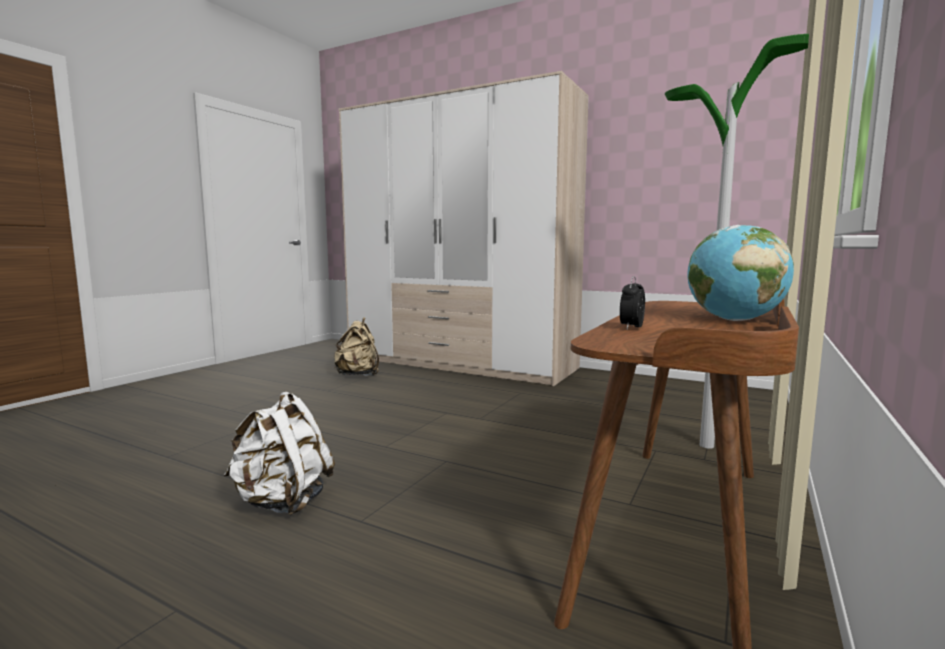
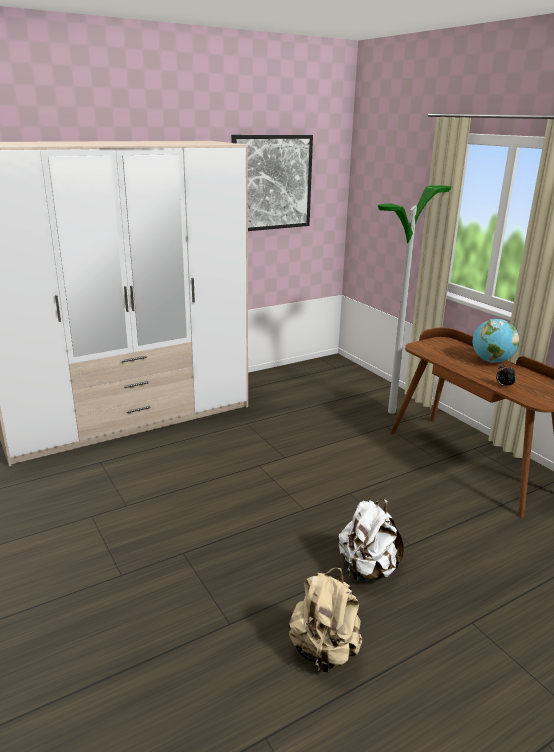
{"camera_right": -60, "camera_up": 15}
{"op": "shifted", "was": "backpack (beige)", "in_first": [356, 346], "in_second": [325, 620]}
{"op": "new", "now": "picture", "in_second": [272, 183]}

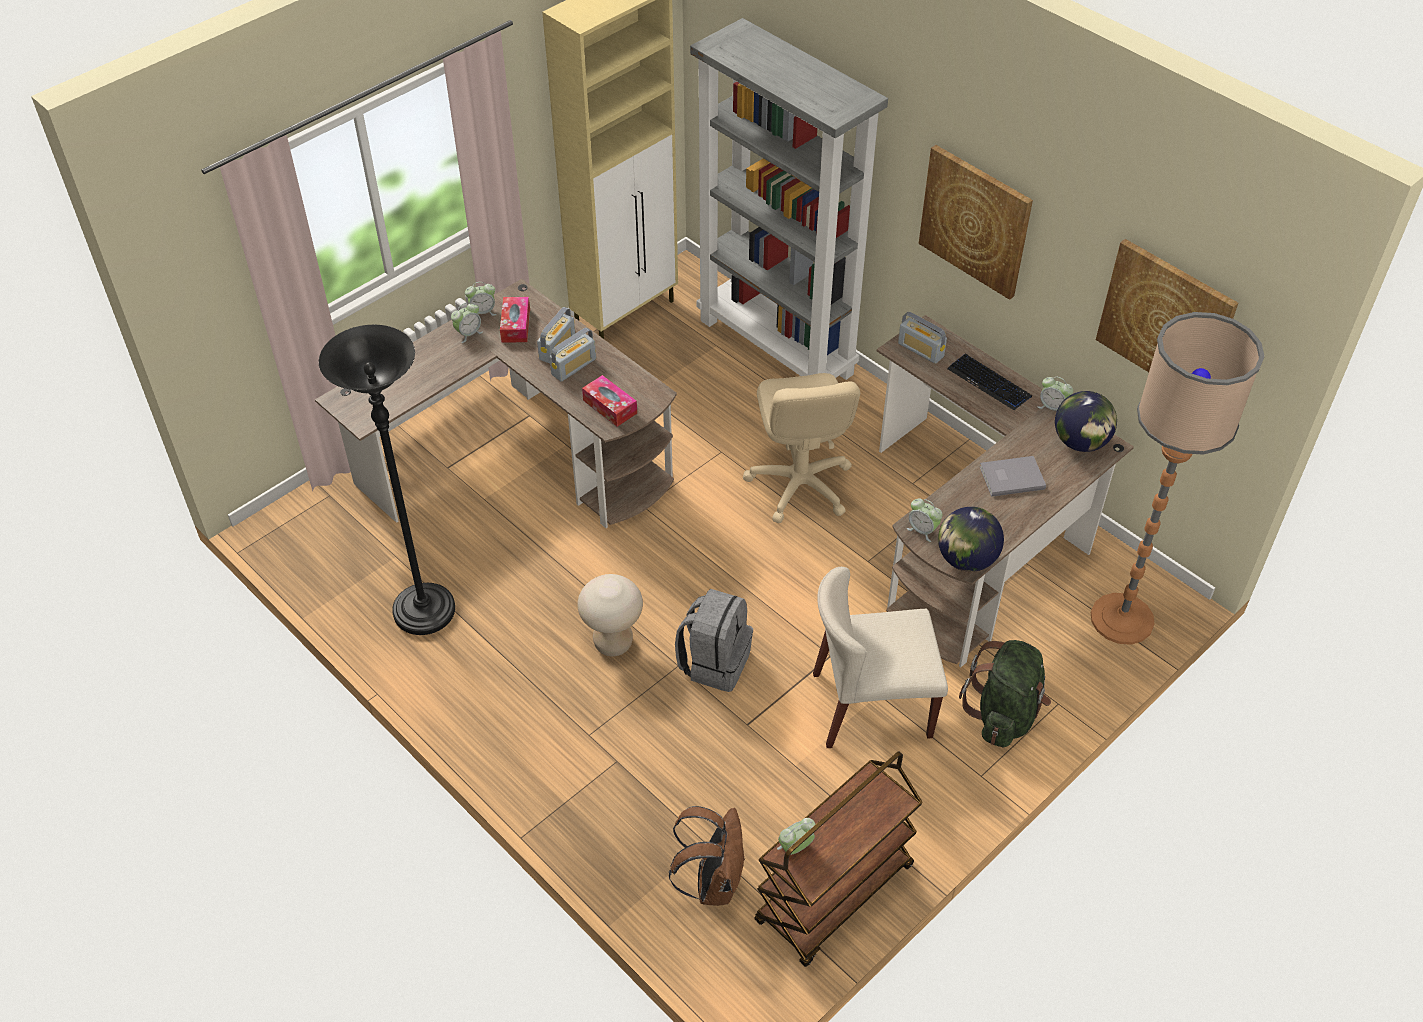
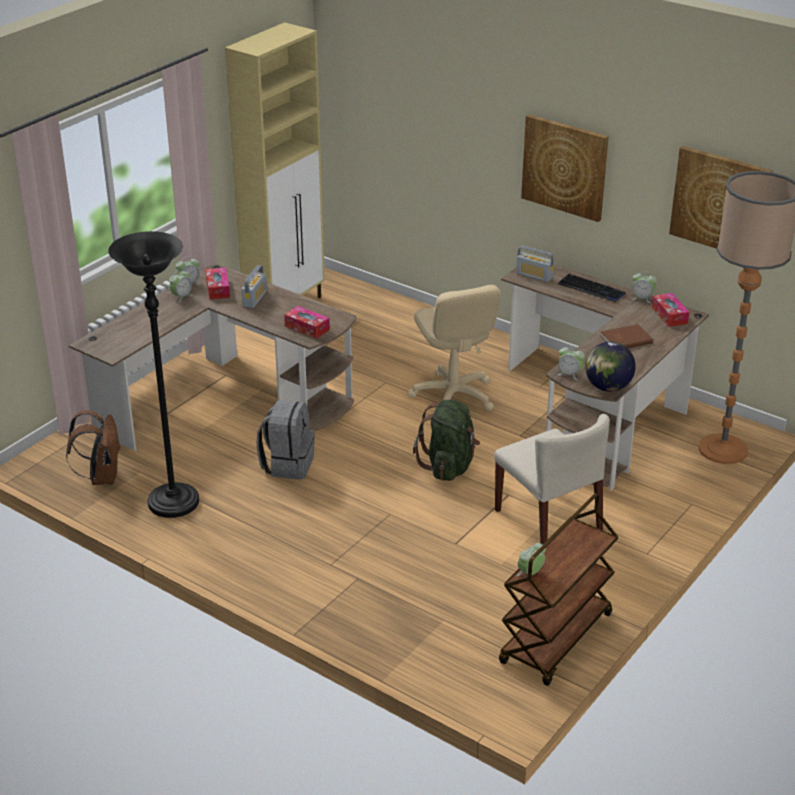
{"camera_right": -10, "camera_up": -15}
{"op": "gone", "was": "radio", "in_first": [573, 355]}
{"op": "gone", "was": "stool (beige)", "in_first": [610, 615]}
{"op": "shifted", "was": "backpack (brown)", "in_first": [706, 856], "in_second": [93, 447]}
{"op": "shifted", "was": "backpack (grey)", "in_first": [714, 640], "in_second": [285, 440]}
{"op": "gone", "was": "bookcase (grey)", "in_first": [789, 199]}
{"op": "rotated", "was": "chair (beige)", "in_first": [880, 657], "in_second": [552, 479], "clockwise": -105}
{"op": "shifted", "was": "backpack (green)", "in_first": [1005, 694], "in_second": [446, 440]}
{"op": "repainted", "was": "book (grey)", "now": "book (brown)", "in_first": [1013, 476], "in_second": [626, 336]}
{"op": "swapped", "was": "globe", "now": "tissue box", "in_first": [1086, 421], "in_second": [670, 310]}

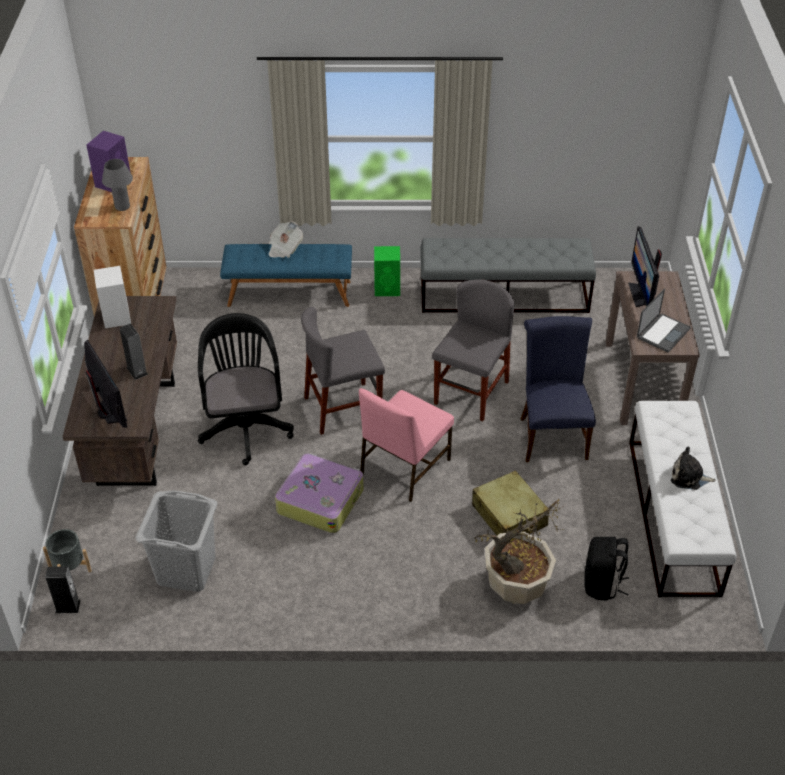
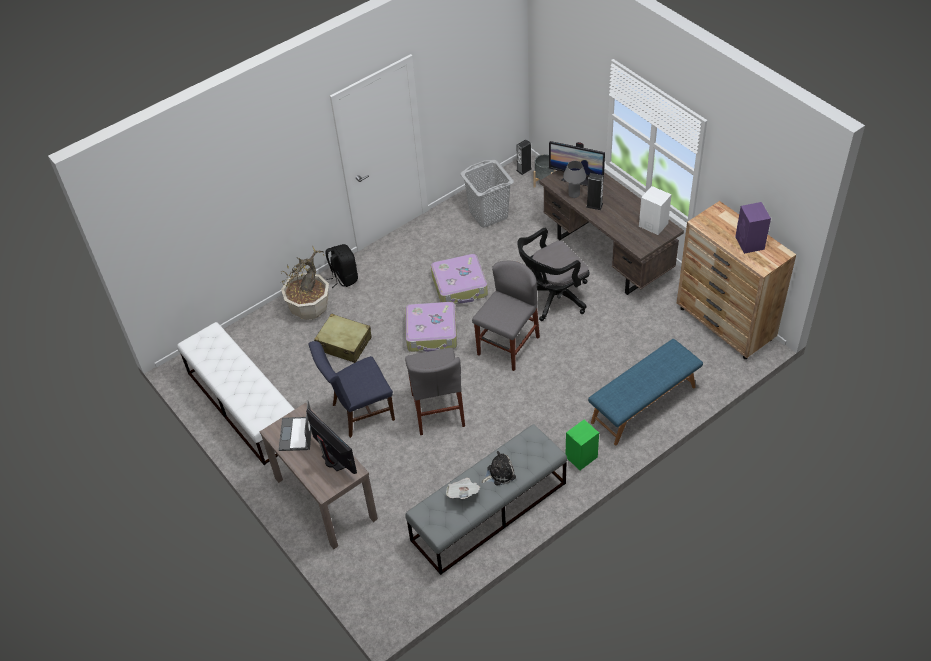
{"camera_right": 145, "camera_up": 5}
{"op": "shifted", "was": "table lamp (grey)", "in_first": [117, 185], "in_second": [574, 179]}
{"op": "rotated", "was": "office chair (black)", "in_first": [246, 389], "in_second": [553, 274], "clockwise": 105}
{"op": "shifted", "was": "newspaper", "in_first": [286, 239], "in_second": [463, 488]}
{"op": "swapped", "was": "chair (pink)", "now": "suitcase", "in_first": [406, 445], "in_second": [431, 327]}
{"op": "rotated", "was": "chair (blue)", "in_first": [558, 389], "in_second": [351, 389], "clockwise": 105}
{"op": "shifted", "was": "backpack (black)", "in_first": [606, 568], "in_second": [341, 266]}
{"op": "shifted", "was": "plush toy", "in_first": [693, 468], "in_second": [498, 468]}

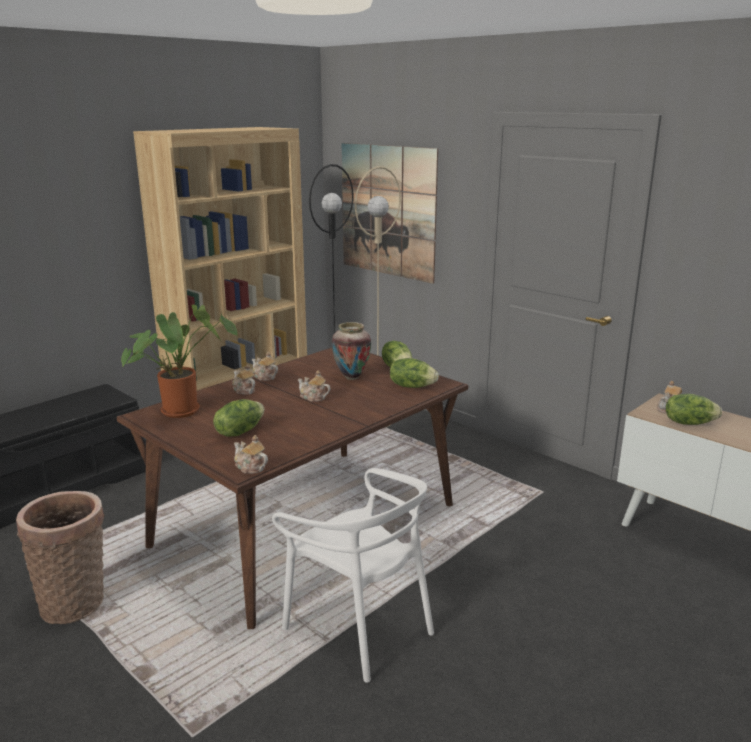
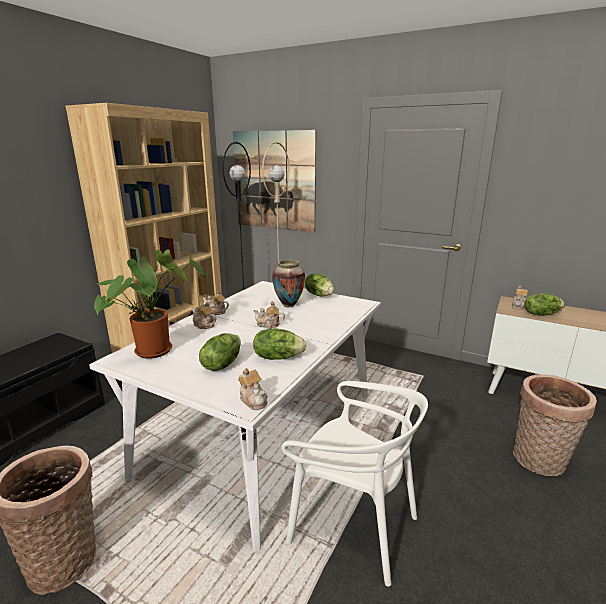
{"camera_right": -15, "camera_up": 0}
{"op": "repainted", "was": "dining table (brown)", "now": "dining table (white)", "in_first": [292, 488], "in_second": [235, 416]}
{"op": "rotated", "was": "teapot", "in_first": [251, 454], "in_second": [253, 389], "clockwise": -150}
{"op": "shifted", "was": "lettuce", "in_first": [414, 373], "in_second": [279, 344]}
{"op": "new", "now": "basket", "in_second": [555, 425]}

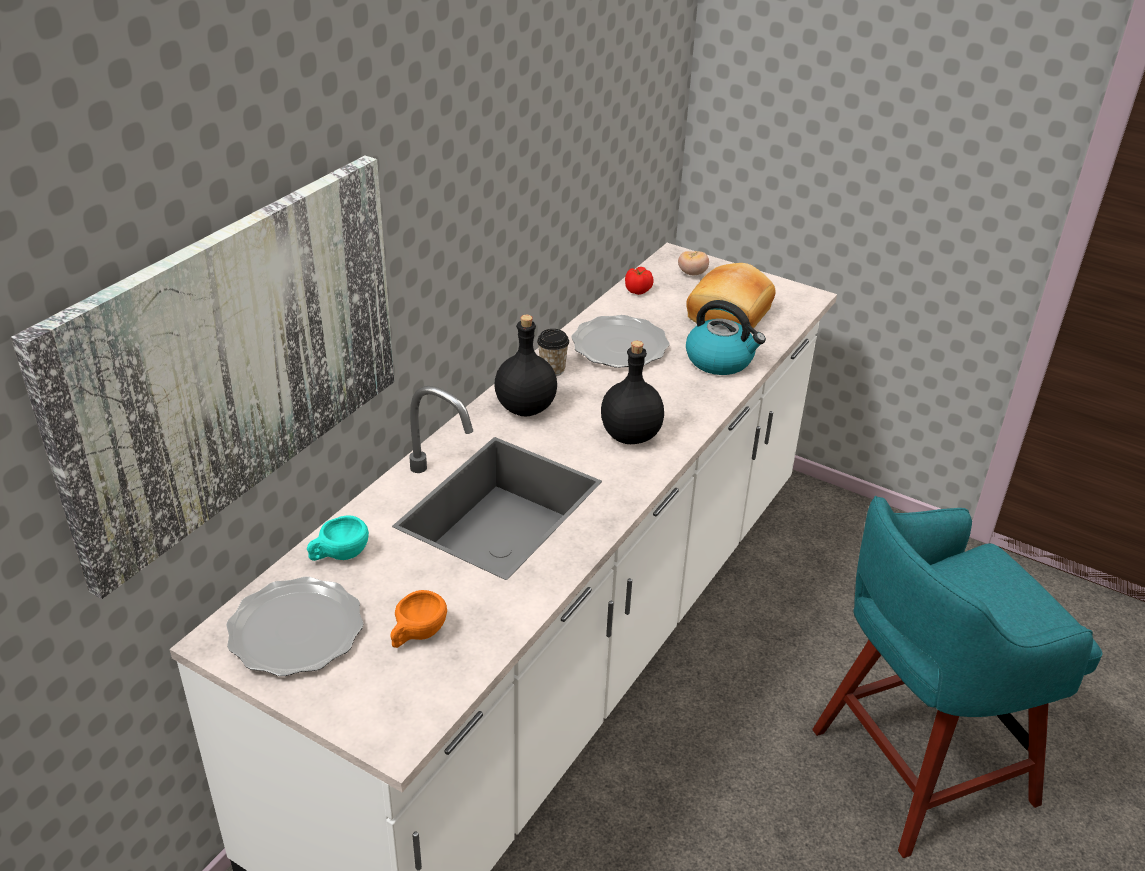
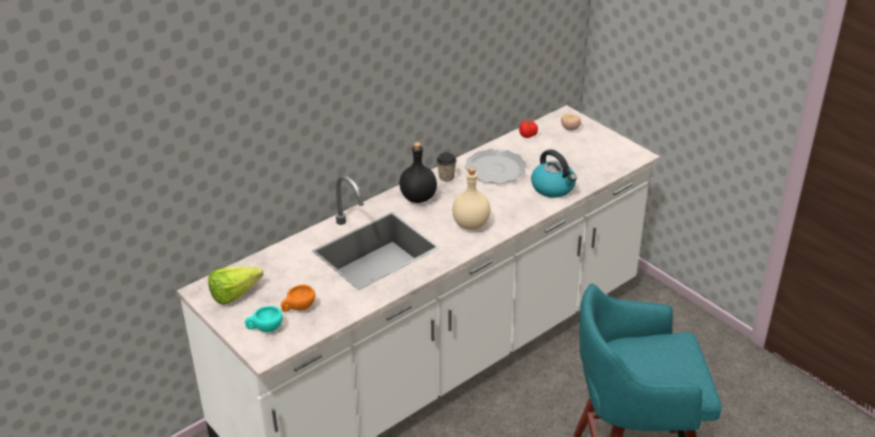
{"camera_right": 20, "camera_up": 0}
{"op": "gone", "was": "picture", "in_first": [202, 377]}
{"op": "swapped", "was": "plate", "now": "lettuce", "in_first": [295, 626], "in_second": [235, 285]}
{"op": "shifted", "was": "cup (turquoise)", "in_first": [338, 538], "in_second": [264, 319]}
{"op": "repainted", "was": "bottle (black)", "now": "bottle (beige)", "in_first": [632, 392], "in_second": [471, 198]}
{"op": "gone", "was": "bread", "in_first": [731, 295]}

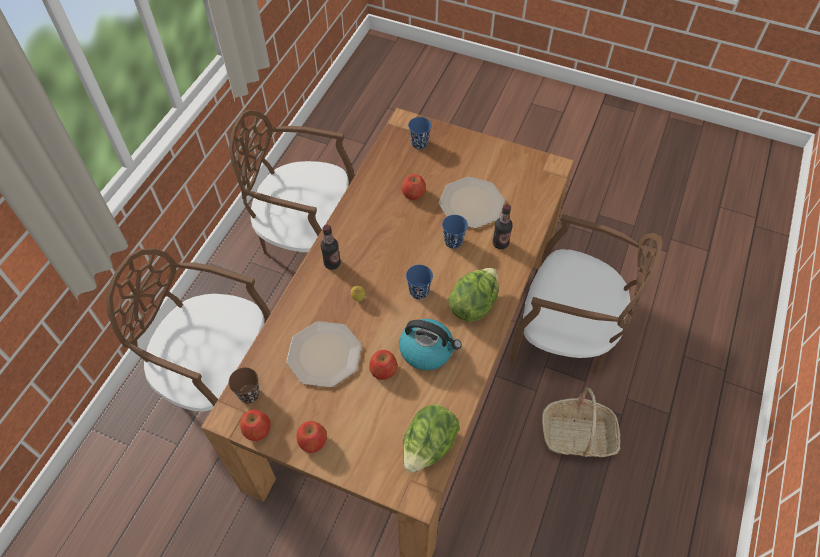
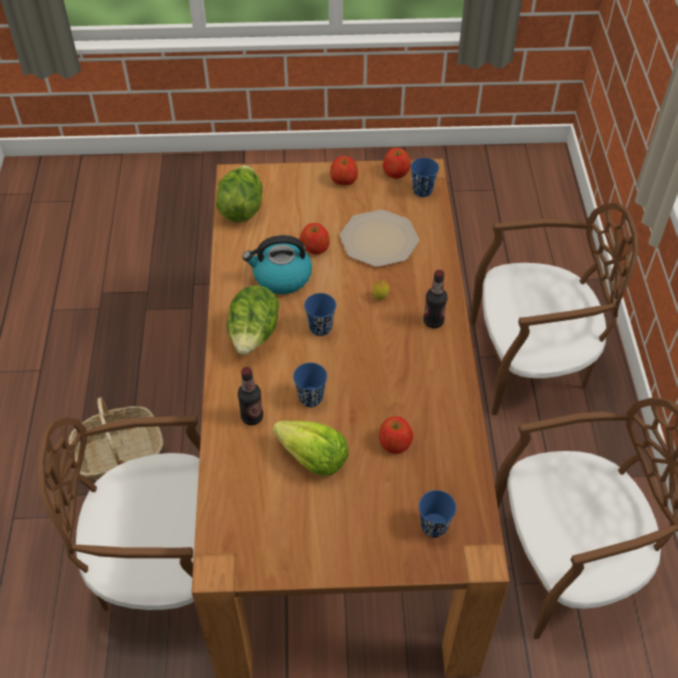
{"camera_right": 155, "camera_up": -5}
{"op": "repainted", "was": "cup (brown)", "now": "cup (blue)", "in_first": [244, 385], "in_second": [425, 177]}
{"op": "swapped", "was": "plate", "now": "lettuce", "in_first": [472, 202], "in_second": [310, 448]}

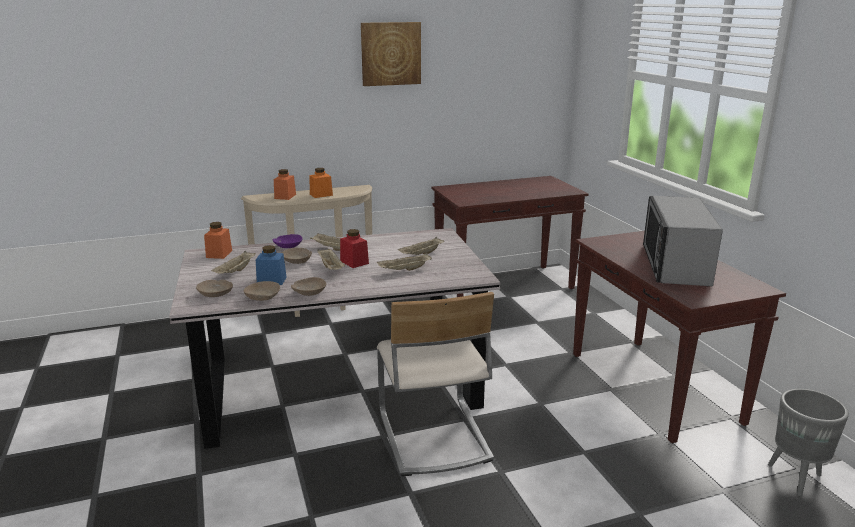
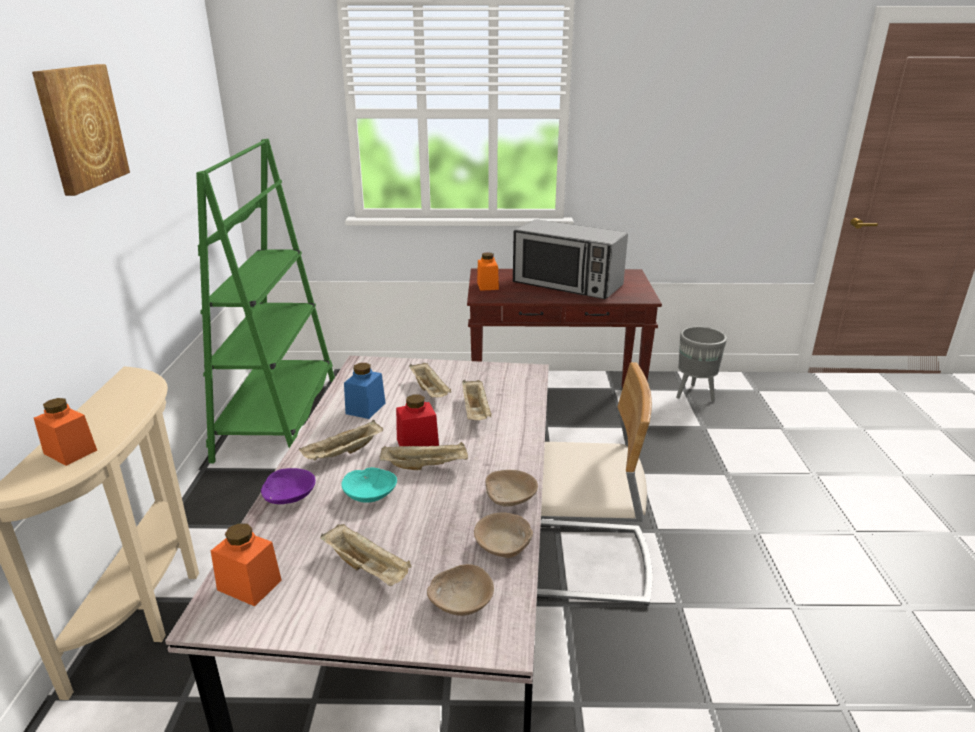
{"camera_right": -70, "camera_up": 5}
{"op": "shifted", "was": "jar (blue)", "in_first": [271, 265], "in_second": [365, 391]}
{"op": "repainted", "was": "bowl (beige)", "now": "bowl (turquoise)", "in_first": [297, 256], "in_second": [369, 485]}
{"op": "shifted", "was": "jar (orange)", "in_first": [321, 183], "in_second": [488, 271]}
{"op": "swapped", "was": "console table (brown)", "now": "bookcase (green)", "in_first": [510, 236], "in_second": [265, 301]}

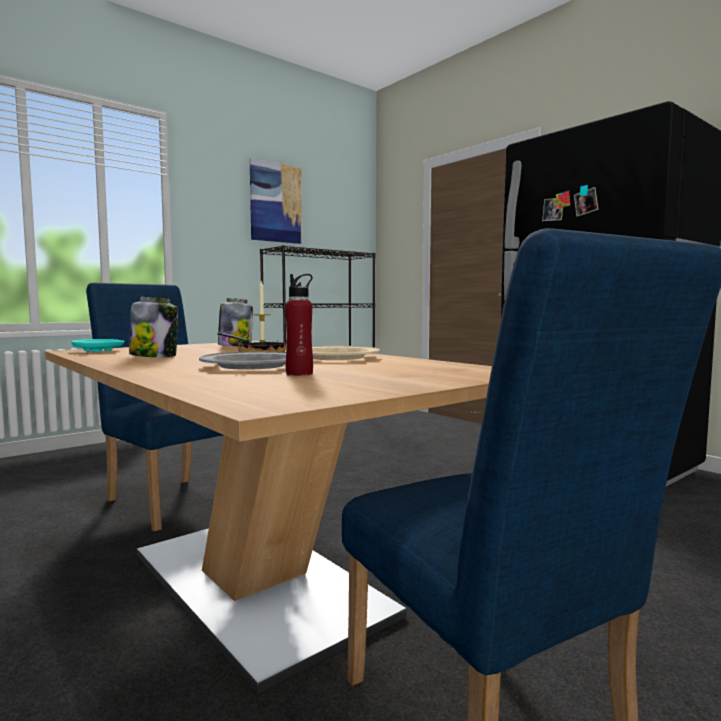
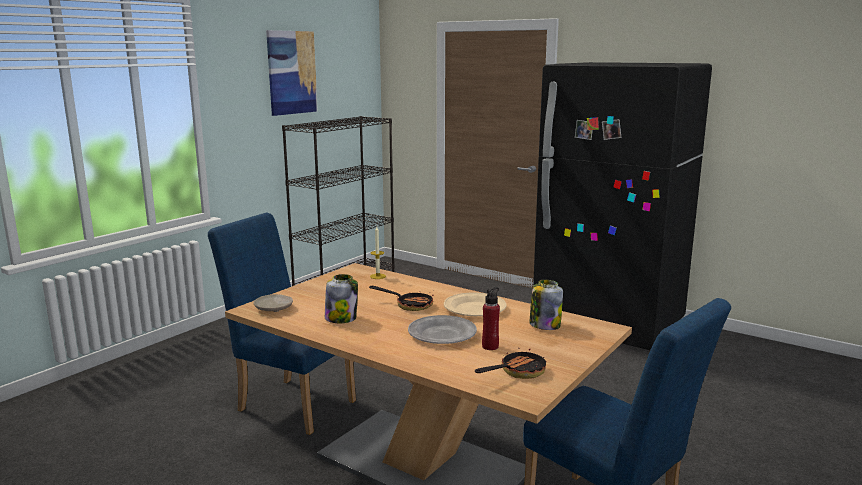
{"camera_right": -15, "camera_up": 10}
{"op": "repainted", "was": "plate (turquoise)", "now": "plate (beige)", "in_first": [97, 345], "in_second": [273, 303]}
{"op": "shifted", "was": "jar", "in_first": [235, 322], "in_second": [546, 305]}
{"op": "new", "now": "frying pan", "in_second": [511, 361]}

